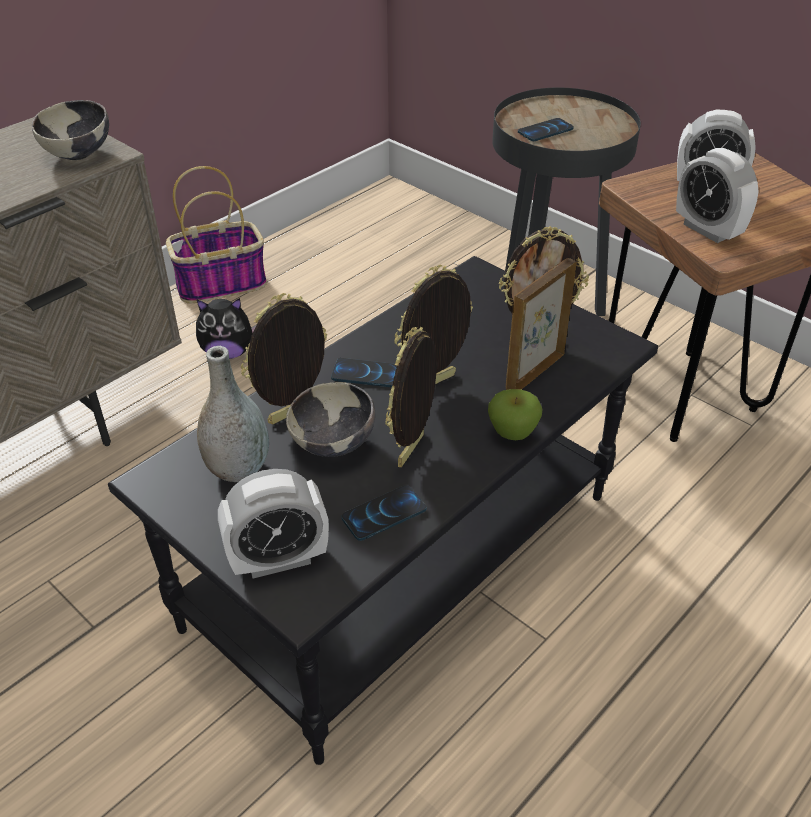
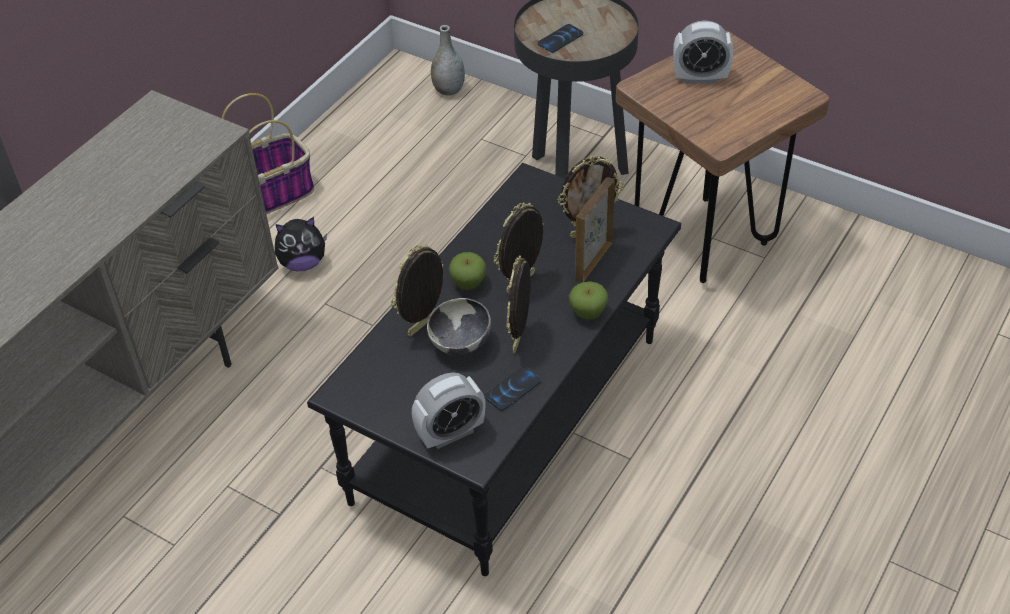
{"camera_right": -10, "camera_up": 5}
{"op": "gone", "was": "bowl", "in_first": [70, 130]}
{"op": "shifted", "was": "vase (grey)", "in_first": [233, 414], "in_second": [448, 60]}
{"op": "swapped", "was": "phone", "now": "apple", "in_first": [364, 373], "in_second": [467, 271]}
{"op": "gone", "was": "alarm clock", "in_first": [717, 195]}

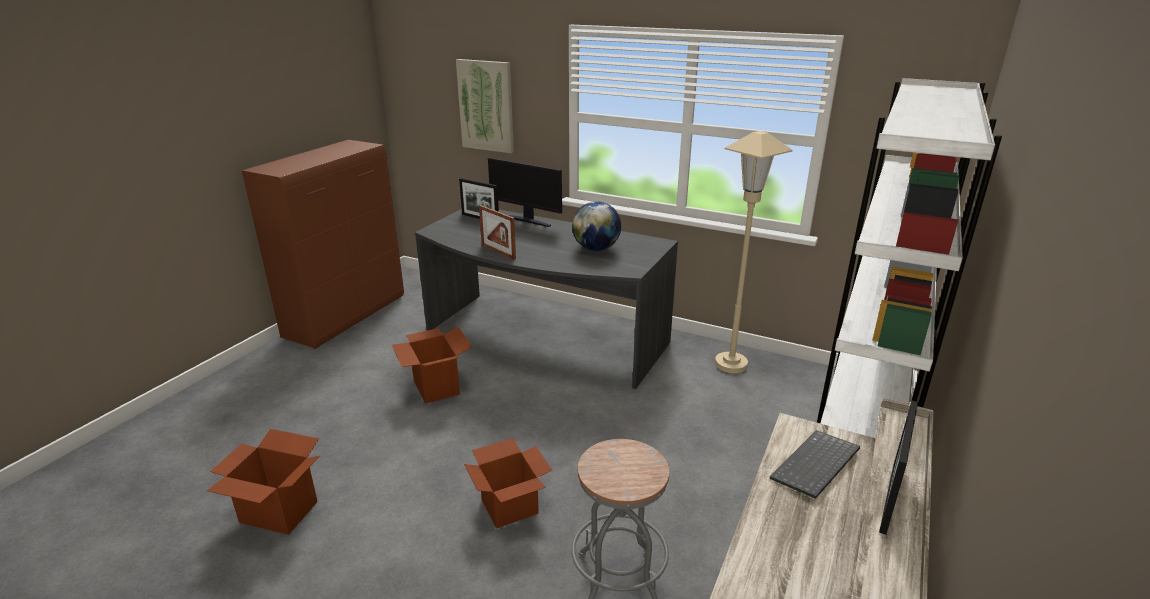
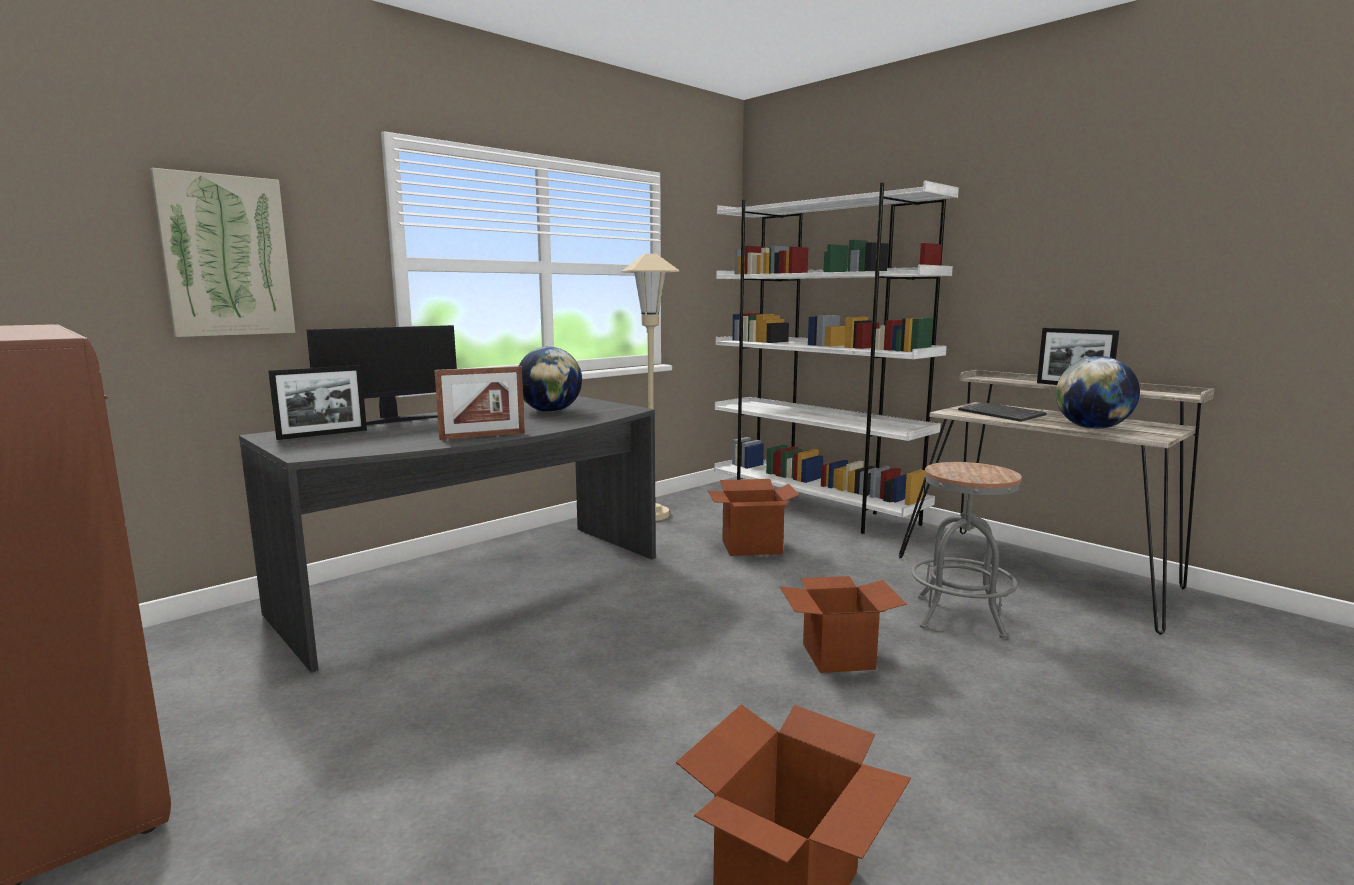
{"camera_right": -70, "camera_up": -15}
{"op": "shifted", "was": "cardboard box", "in_first": [432, 365], "in_second": [754, 517]}
{"op": "new", "now": "globe", "in_second": [1098, 392]}

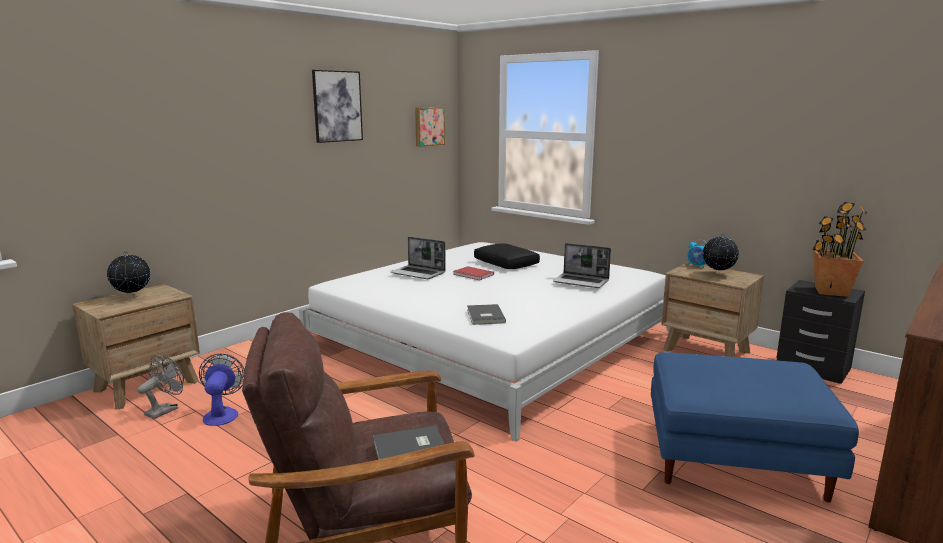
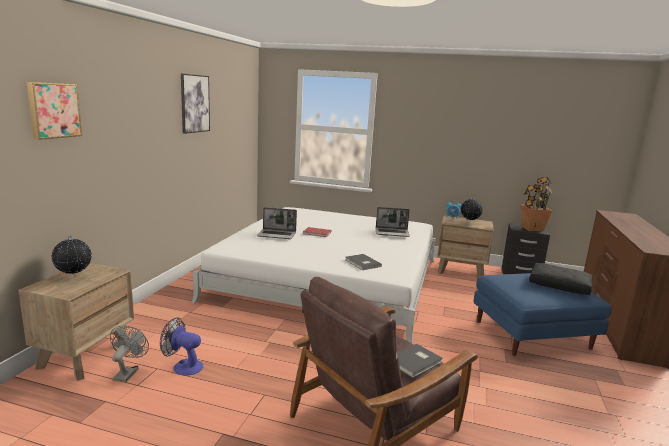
{"camera_right": -25, "camera_up": 0}
{"op": "rotated", "was": "fan", "in_first": [221, 390], "in_second": [181, 346], "clockwise": -45}
{"op": "shifted", "was": "picture", "in_first": [430, 127], "in_second": [54, 111]}
{"op": "shifted", "was": "pillow (black)", "in_first": [507, 256], "in_second": [560, 279]}

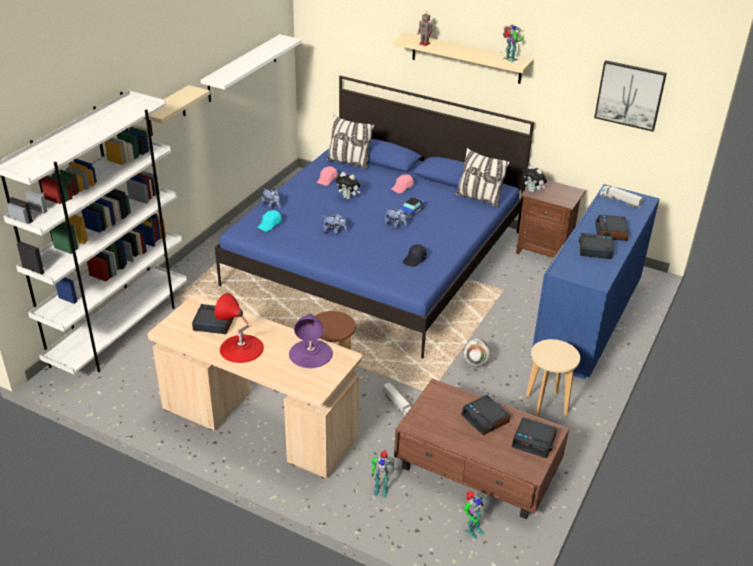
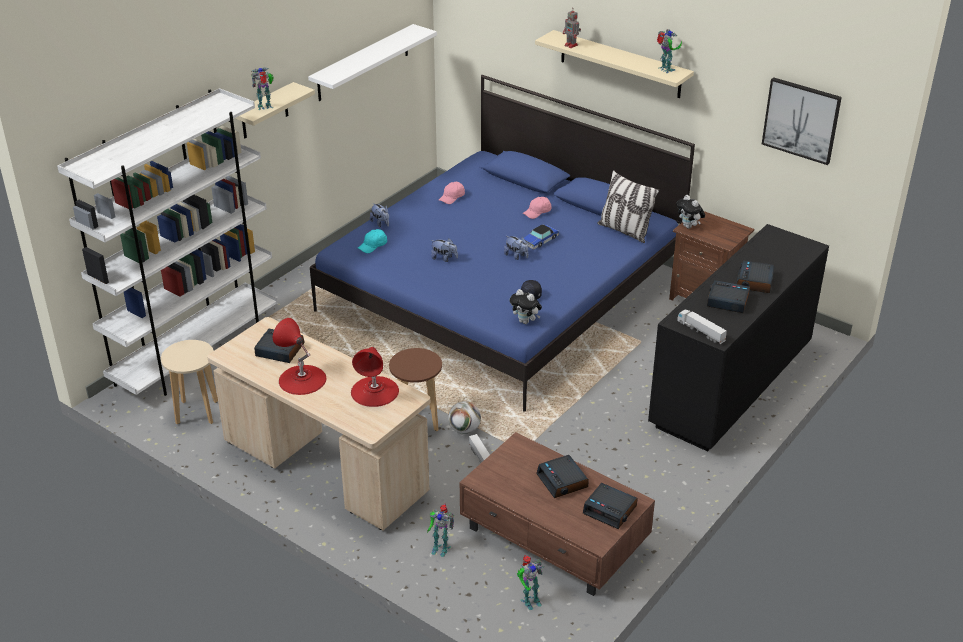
{"camera_right": 10, "camera_up": 0}
{"op": "repainted", "was": "table lamp (purple)", "now": "table lamp (red)", "in_first": [311, 341], "in_second": [375, 377]}
{"op": "gone", "was": "pillow", "in_first": [350, 142]}
{"op": "shifted", "was": "plush toy", "in_first": [348, 185], "in_second": [526, 306]}
{"op": "shifted", "was": "football", "in_first": [477, 352], "in_second": [464, 417]}
{"op": "shifted", "was": "stool (beige)", "in_first": [553, 378], "in_second": [189, 382]}
{"op": "repainted", "was": "dresser (blue)", "now": "dresser (black)", "in_first": [595, 281], "in_second": [738, 338]}
{"op": "shifted", "was": "toy truck", "in_first": [621, 197], "in_second": [702, 326]}
{"op": "new", "now": "toy robot", "in_second": [262, 88]}

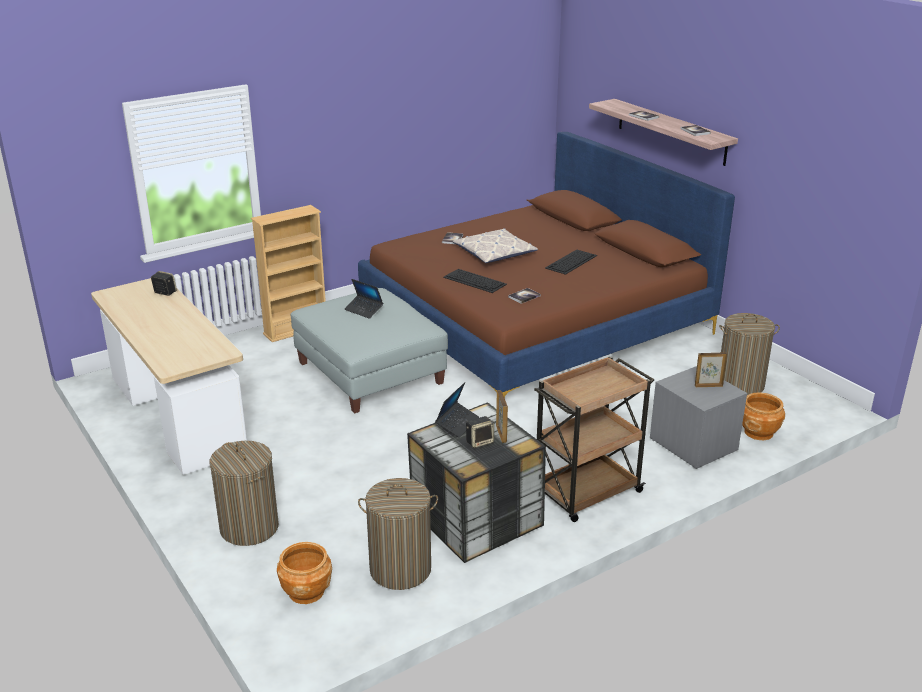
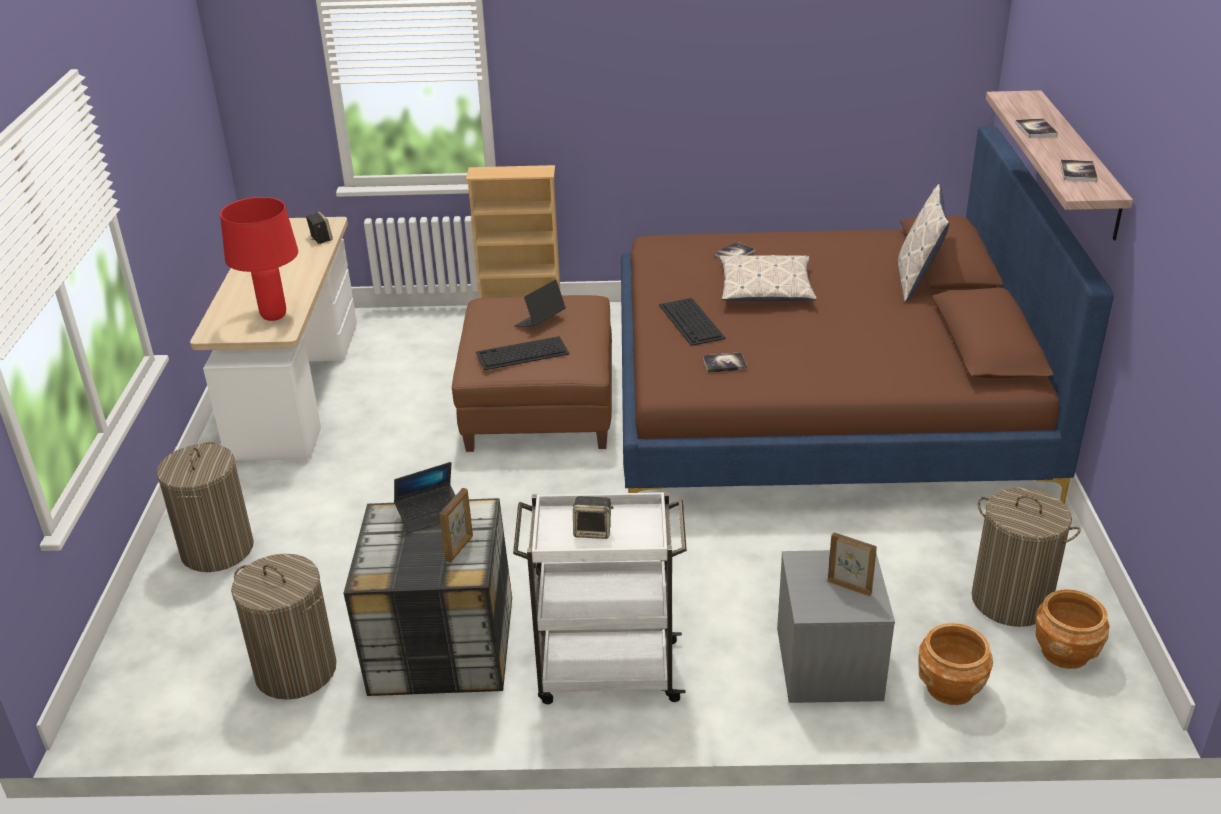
{"camera_right": 35, "camera_up": 5}
{"op": "shifted", "was": "planter (brown)", "in_first": [304, 573], "in_second": [1072, 629]}
{"op": "repainted", "was": "ottoman (grey)", "now": "ottoman (brown)", "in_first": [369, 351], "in_second": [532, 373]}
{"op": "rotated", "was": "laptop", "in_first": [363, 299], "in_second": [540, 303], "clockwise": 60}
{"op": "shifted", "was": "speaker", "in_first": [480, 432], "in_second": [593, 517]}
{"op": "repainted", "was": "cart (brown)", "now": "cart (white)", "in_first": [594, 439], "in_second": [600, 598]}
{"op": "shifted", "was": "keyboard", "in_first": [571, 262], "in_second": [523, 353]}
{"op": "new", "now": "table lamp (red)", "in_second": [259, 259]}
{"op": "new", "now": "pillow", "in_second": [924, 243]}

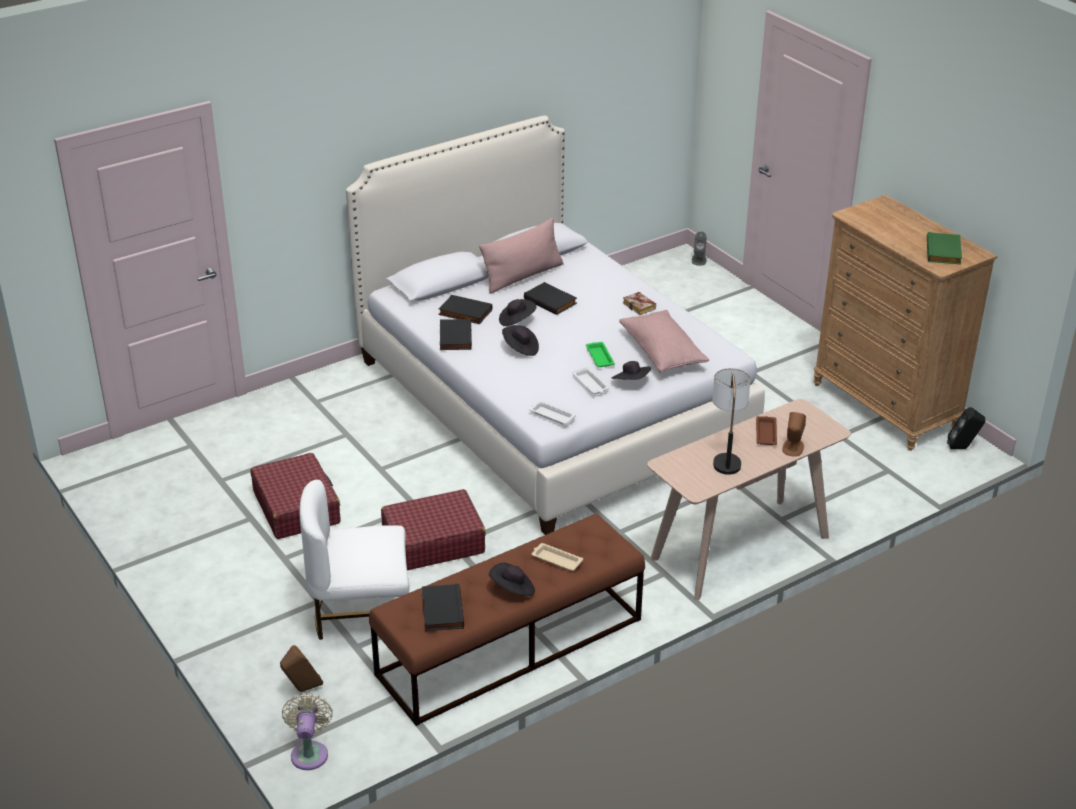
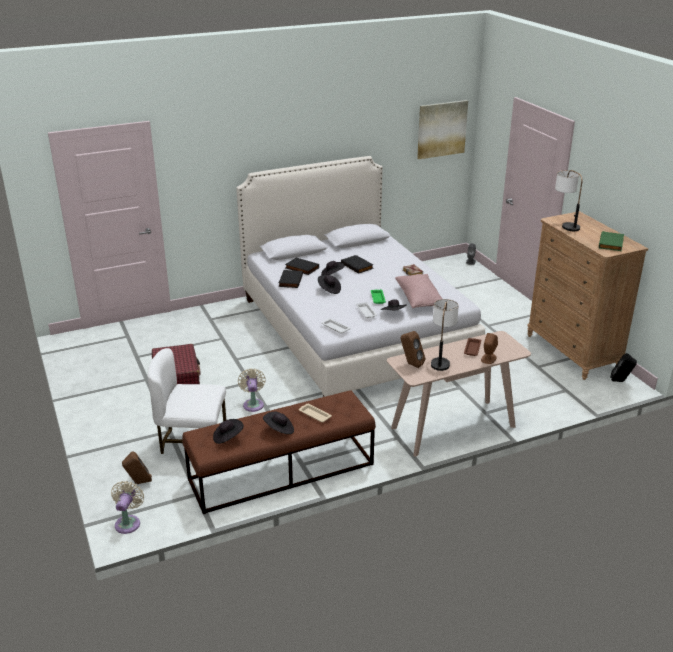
{"camera_right": 10, "camera_up": -5}
{"op": "swapped", "was": "suitcase (red)", "now": "fan (beige)", "in_first": [433, 529], "in_second": [252, 390]}
{"op": "swapped", "was": "book (black)", "now": "hat (black)", "in_first": [443, 607], "in_second": [228, 431]}
{"op": "gone", "was": "pillow (pink)", "in_first": [521, 256]}
{"op": "new", "now": "speaker (brown)", "in_second": [413, 349]}
{"op": "new", "now": "picture", "in_second": [442, 129]}
{"op": "new", "now": "table lamp", "in_second": [569, 200]}

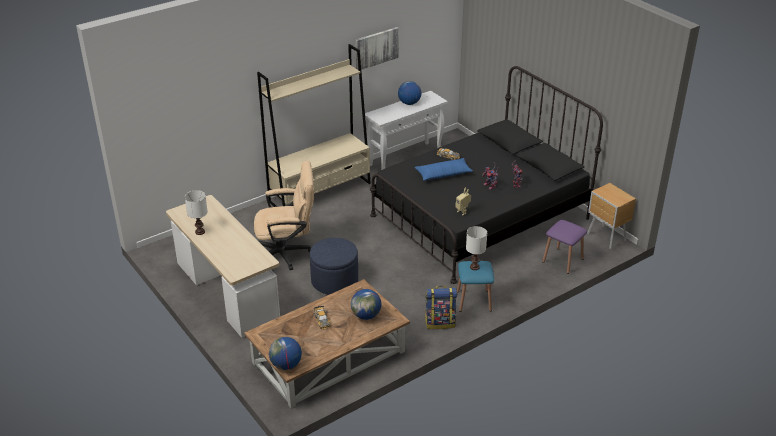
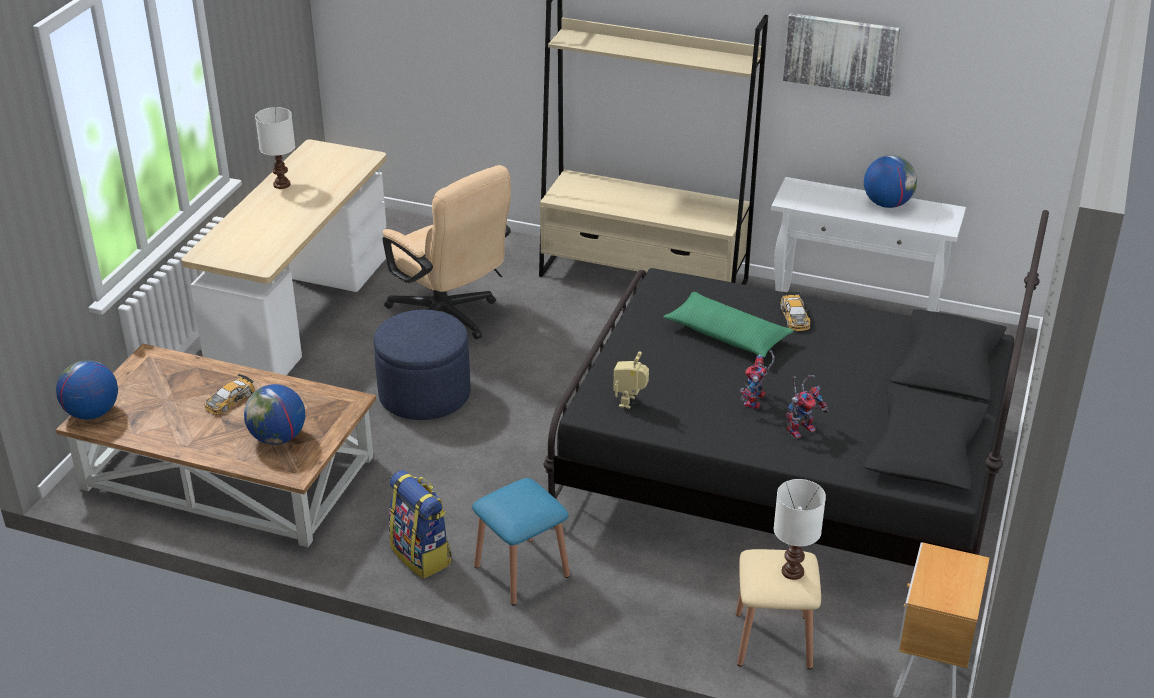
{"camera_right": 55, "camera_up": 0}
{"op": "repainted", "was": "pillow (blue)", "now": "pillow (green)", "in_first": [444, 169], "in_second": [728, 325]}
{"op": "shifted", "was": "table lamp (white)", "in_first": [476, 248], "in_second": [800, 529]}
{"op": "repainted", "was": "stool (purple)", "now": "stool (beige)", "in_first": [564, 247], "in_second": [778, 609]}

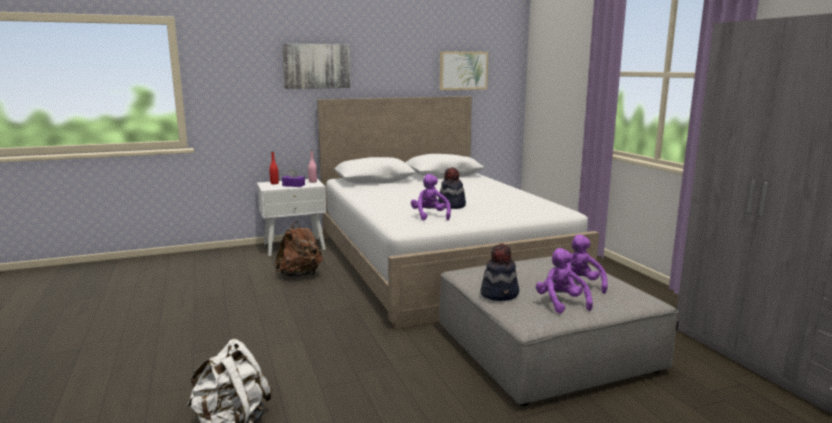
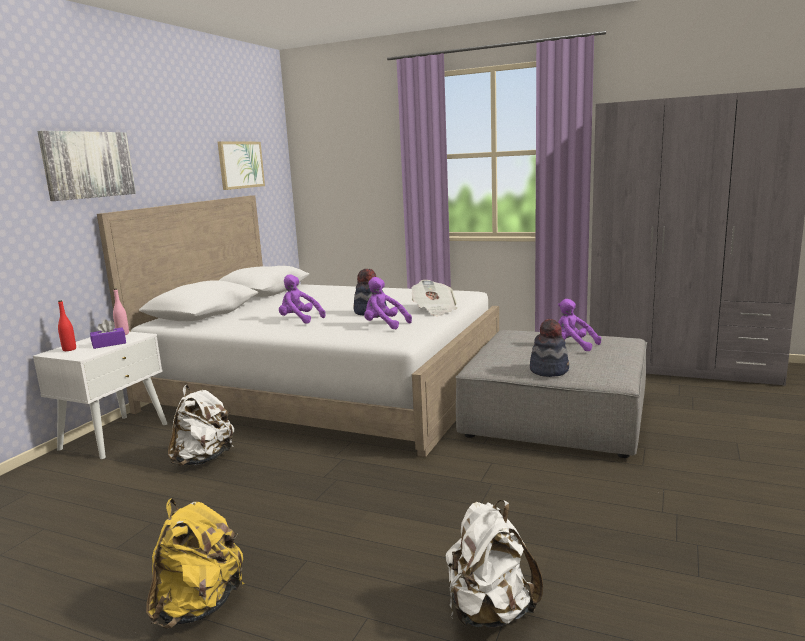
{"camera_right": -45, "camera_up": 0}
{"op": "repainted", "was": "backpack (brown)", "now": "backpack (white)", "in_first": [299, 249], "in_second": [201, 425]}
{"op": "shifted", "was": "plush toy (purple)", "in_first": [564, 281], "in_second": [302, 299]}
{"op": "new", "now": "backpack (yellow)", "in_second": [195, 563]}
{"op": "new", "now": "newspaper", "in_second": [434, 298]}

